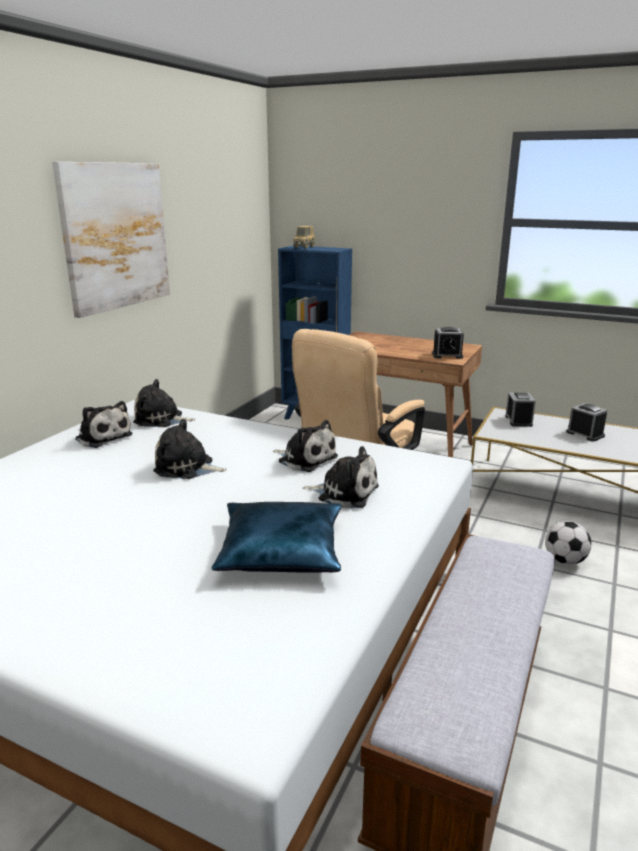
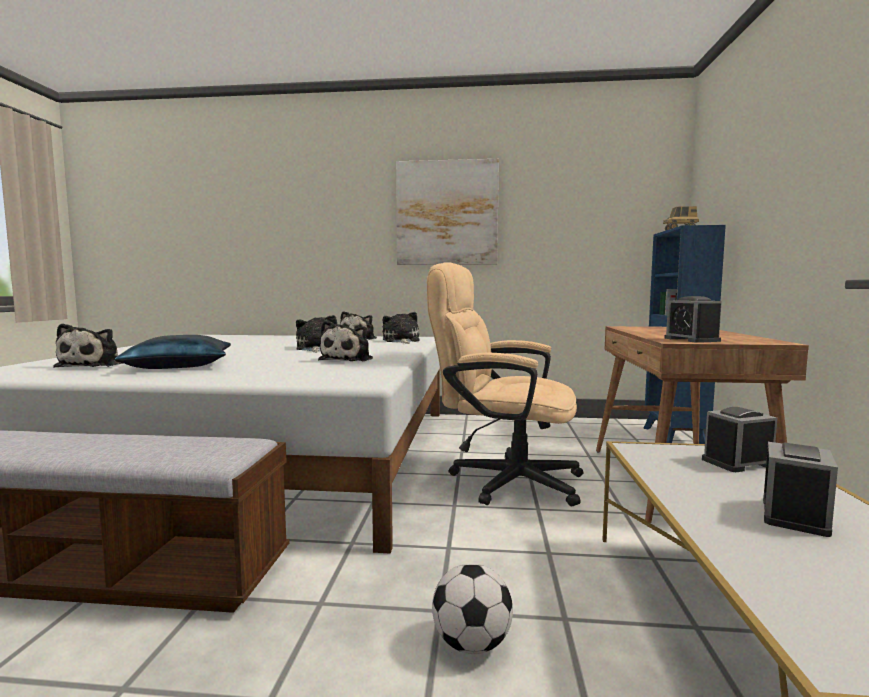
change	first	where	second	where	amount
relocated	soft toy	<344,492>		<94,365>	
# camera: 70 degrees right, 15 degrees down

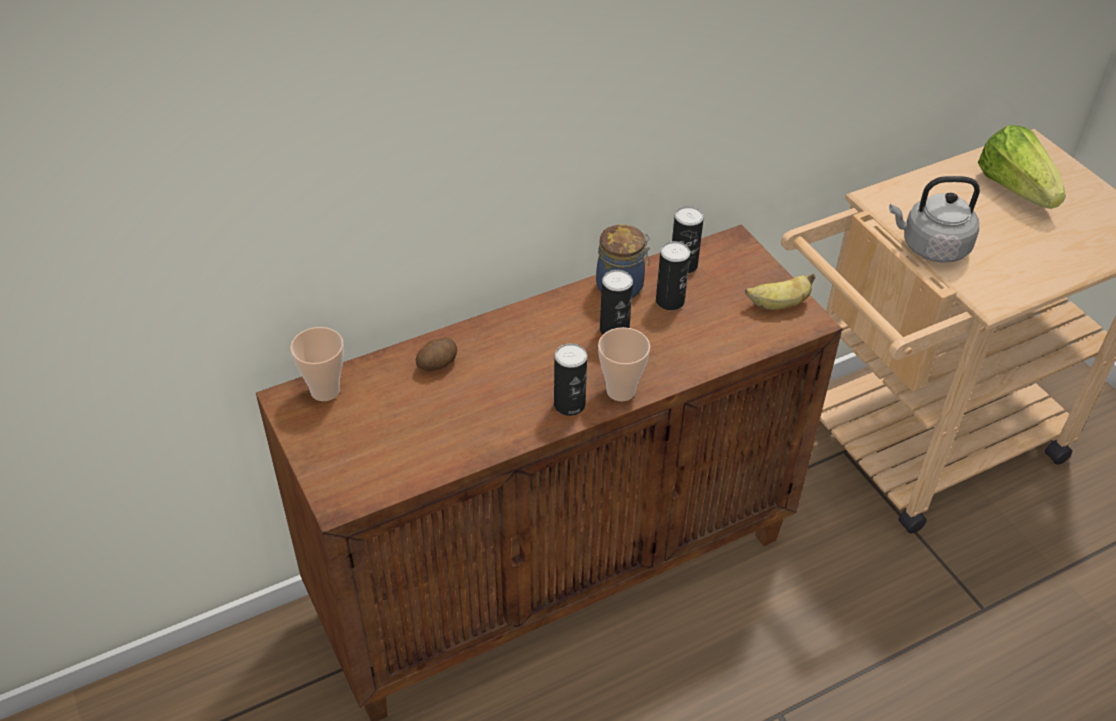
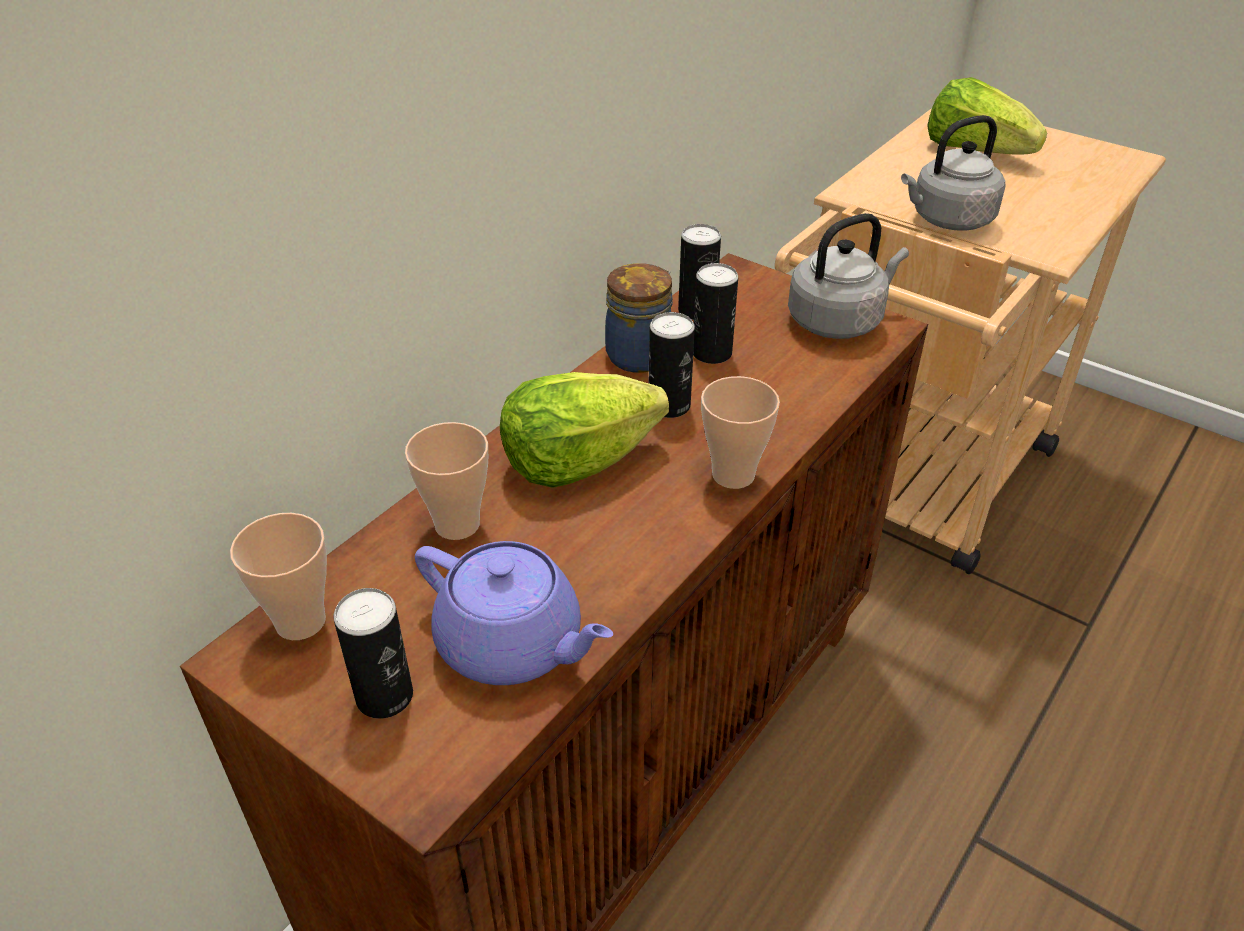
change	first	where	second	where	amount
exchanged	whole banana	<778,305>	tea kettle (greyish)	<838,320>	
exchanged	spud	<438,364>	cup	<457,524>	
relocated	metal can	<569,404>		<384,696>	
appeared			lettuce head	<577,462>	
appeared			tea pot (purplish)	<512,644>	
# camera: 25 degrees left, 5 degrees down

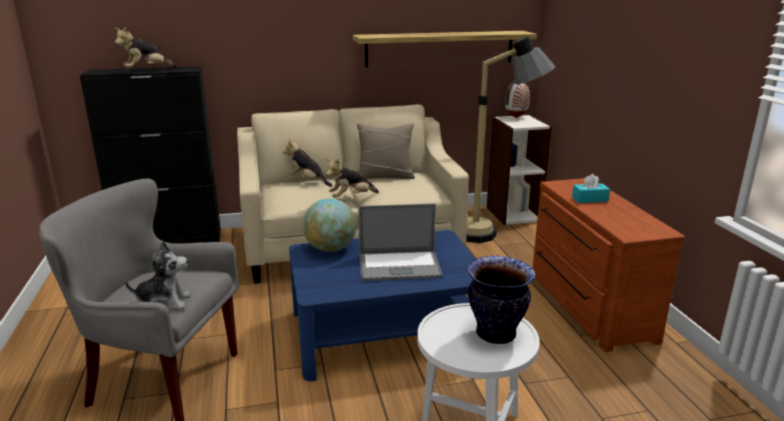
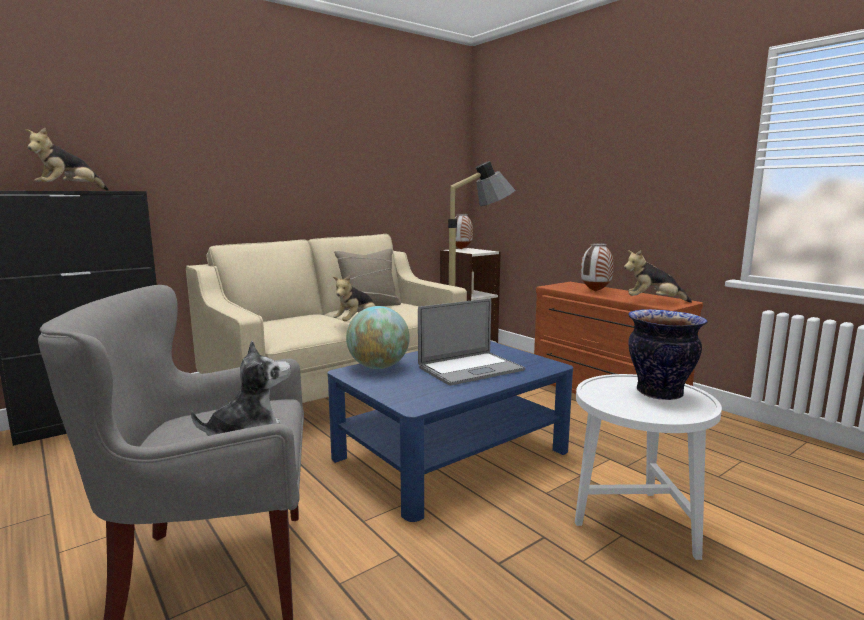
change	first	where	second	where	amount
missing	bracket shelf	<440,48>			
relocated	soft toy	<308,181>		<653,301>	
exchanged	box of tissues (turquoise-coloured)	<589,199>	vase	<595,291>	
# camera: 25 degrees left, 10 degrees down

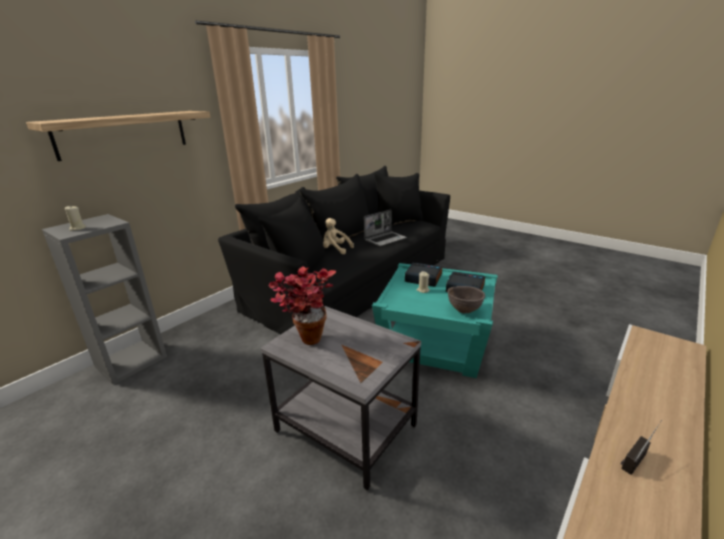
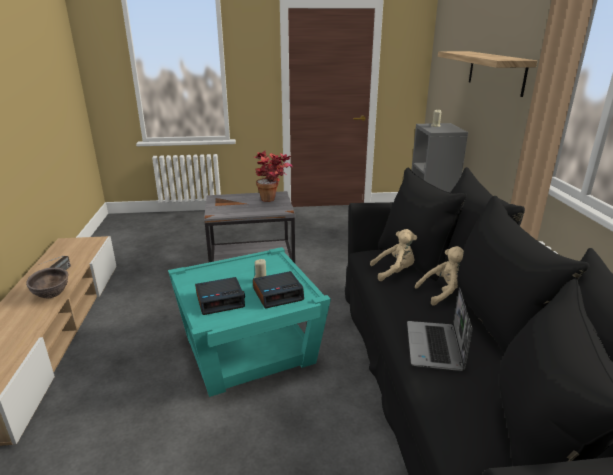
change	first	where	second	where	amount
relocated	deep dish (brown)	<464,311>		<52,296>	
appeared			soft toy (beige)	<394,272>	
# camera: 135 degrees right, 0 degrees up

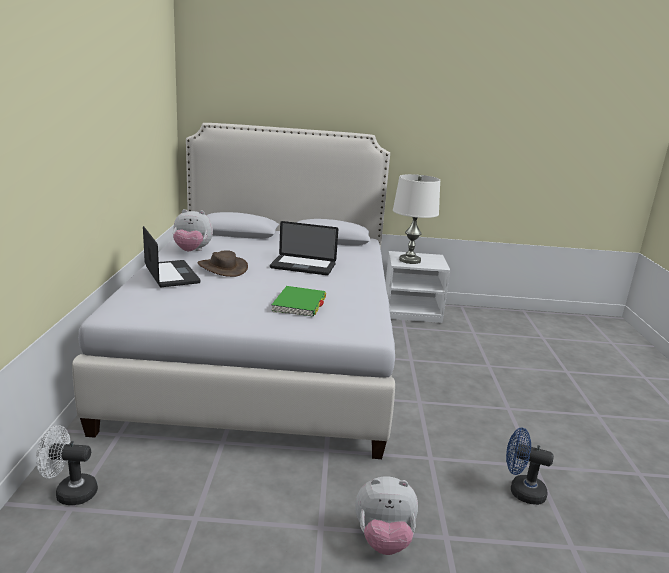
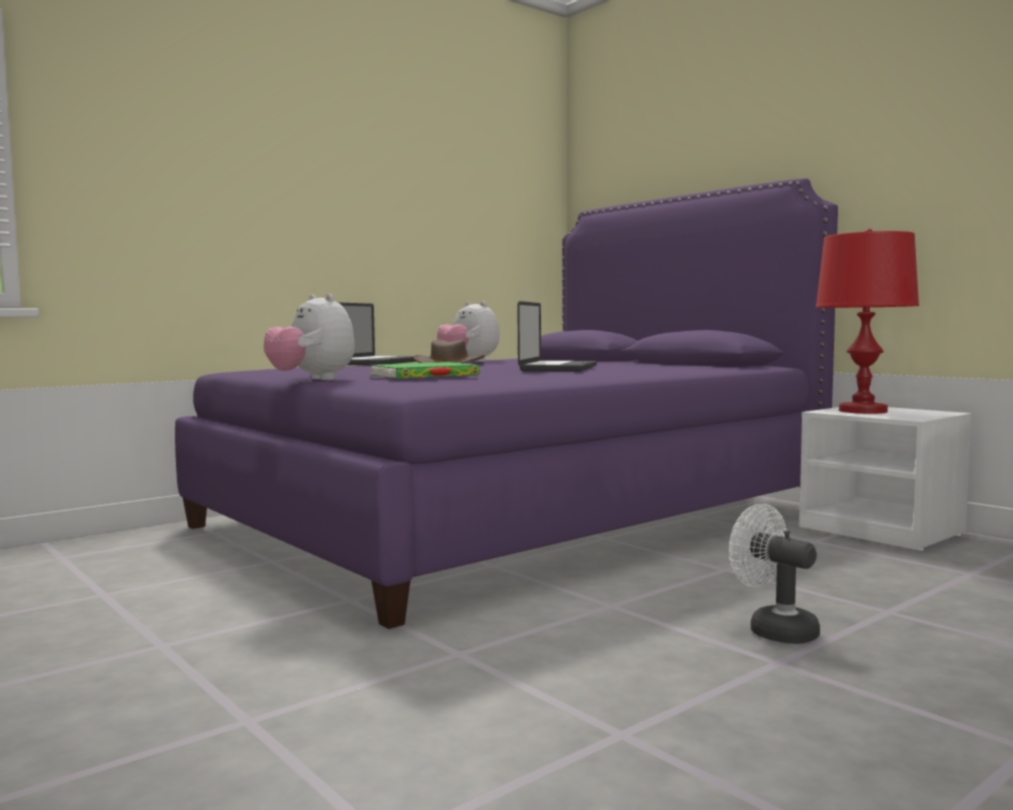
change	first	where	second	where	amount
colour	bed (white-coloured)	<263,351>	bed (purplish)	<514,518>	
colour	table lamp (white-coloured)	<410,260>	table lamp (red)	<863,411>	
spun	notebook computer	<303,266>		<559,368>	135 degrees counterclockwise
relocated	electric fan (white-coloured)	<70,492>		<773,630>	
missing	electric fan (blue-coloured)	<521,491>			
relocated	soft toy	<383,540>		<312,380>	
# camera: 50 degrees right, 15 degrees down

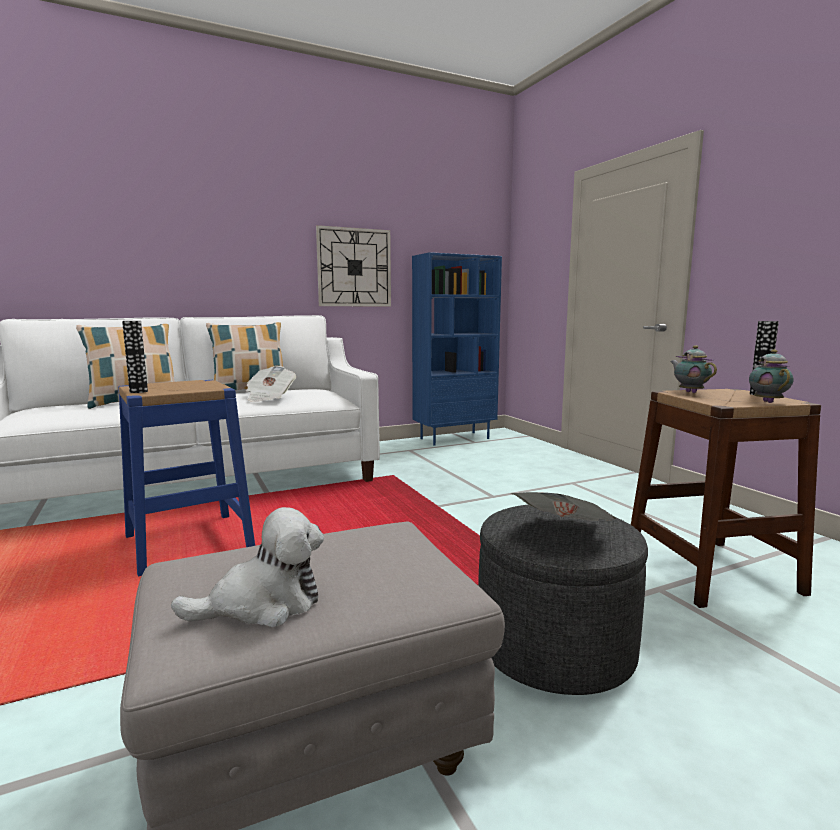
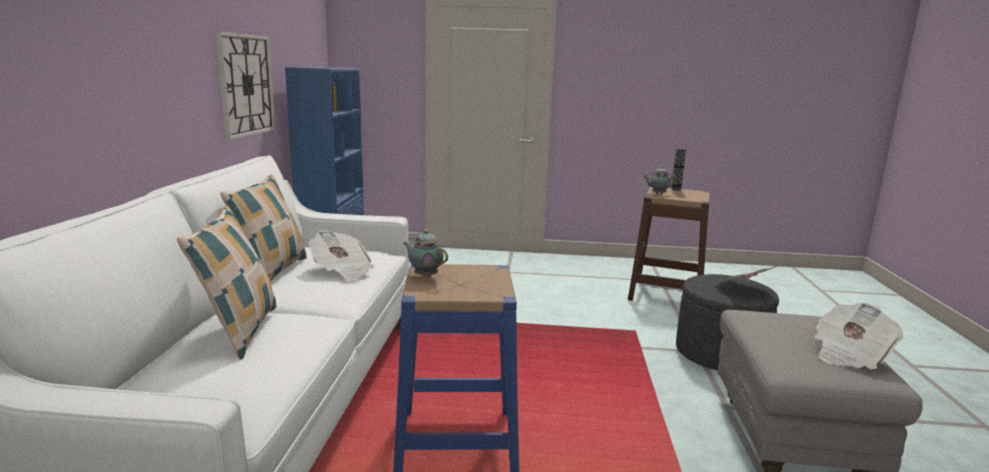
change	first	where	second	where	amount
missing	vase	<138,391>			
relocated	tea pot	<767,401>		<425,276>	
exchanged	soft toy	<263,604>	newspaper	<849,354>	
# camera: 60 degrees left, 5 degrees up

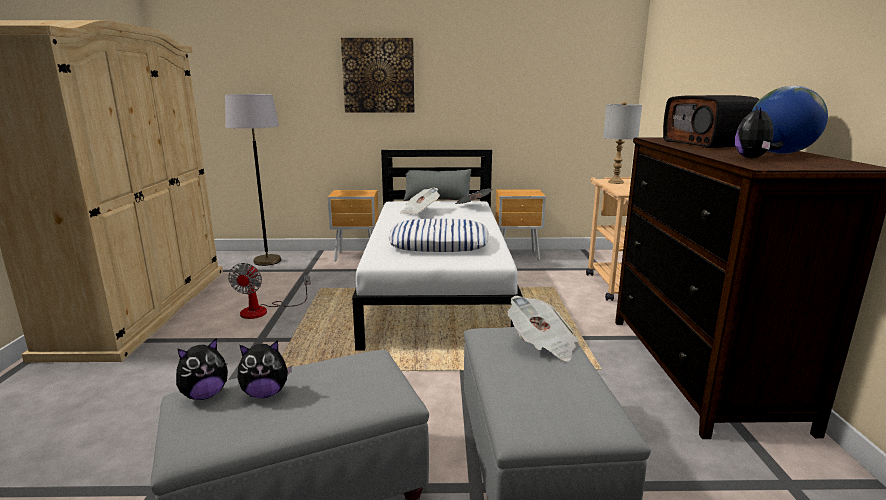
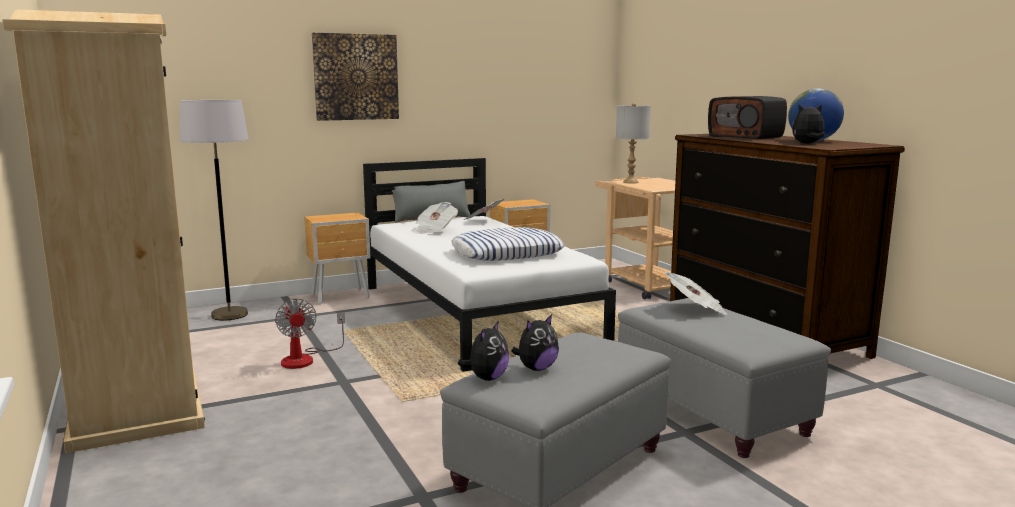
change	first	where	second	where	amount
spun	soft toy	<753,158>		<807,144>	90 degrees clockwise
# camera: 25 degrees left, 5 degrees down

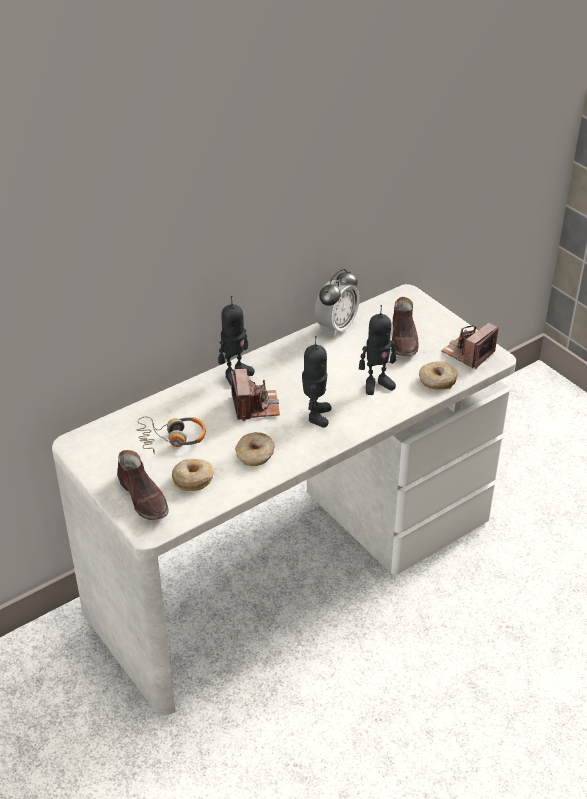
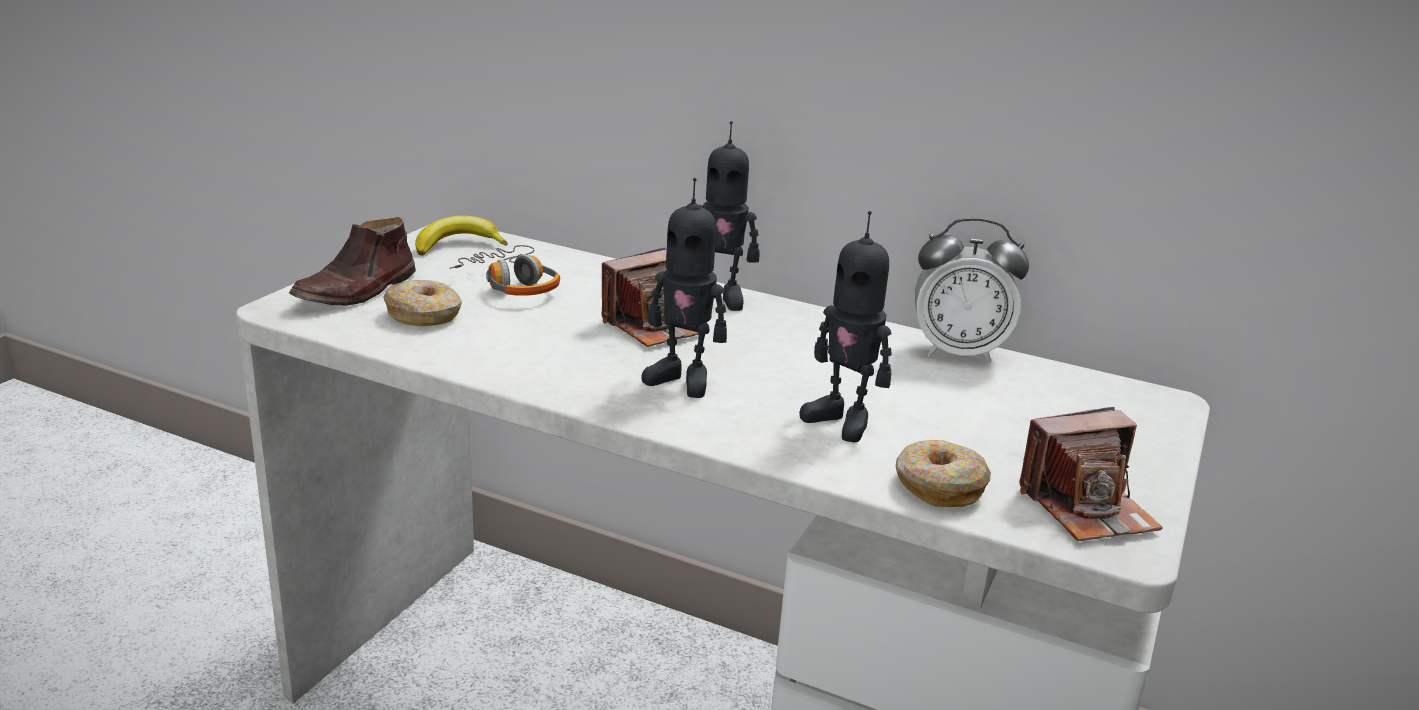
change	first	where	second	where	amount
missing	item of footwear (brown)	<404,340>			
spun	photo camera	<468,353>		<1087,508>	150 degrees clockwise
spun	robot figure	<315,415>		<682,380>	45 degrees clockwise
missing	donut	<255,455>			
appeared			whole banana	<458,245>	
# camera: 60 degrees right, 15 degrees down

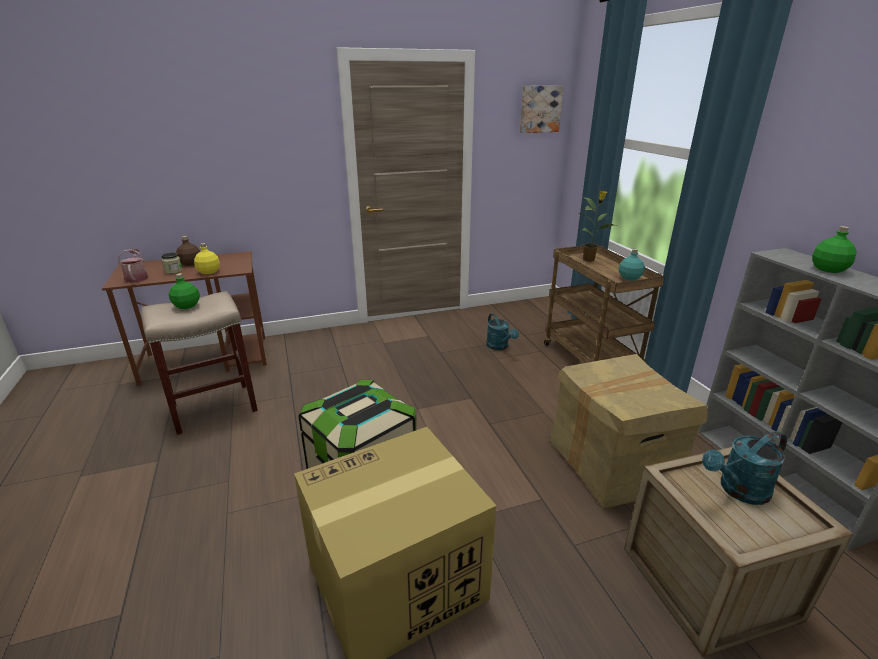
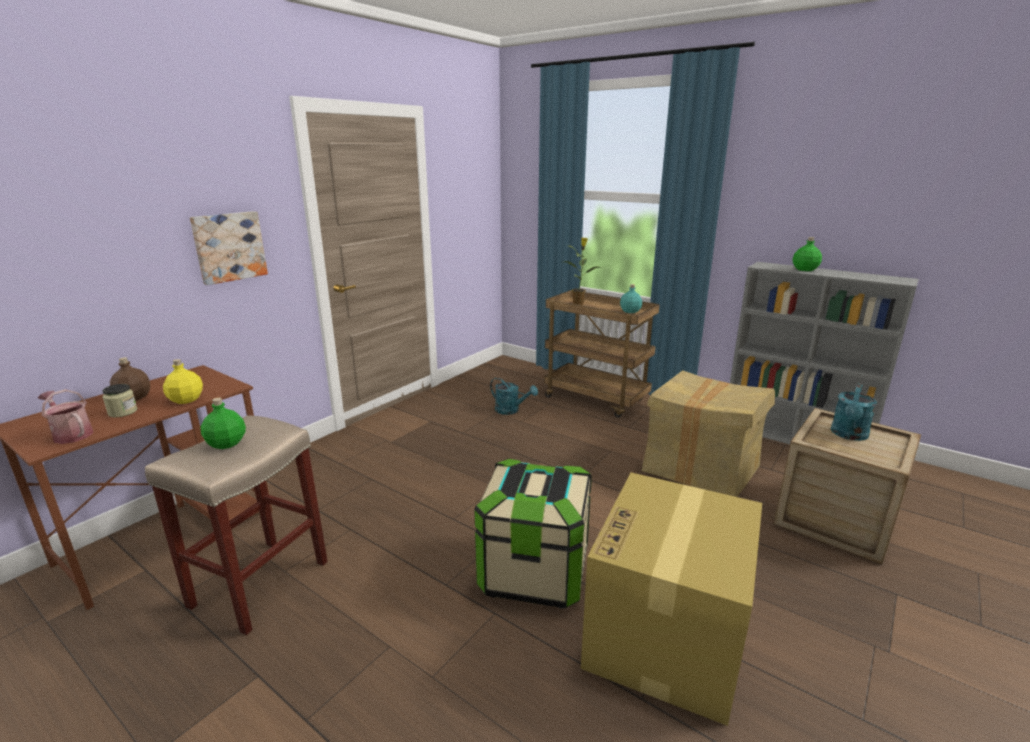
change	first	where	second	where	amount
relocated	wall picture	<540,109>		<228,247>	
# camera: 35 degrees left, 5 degrees down

